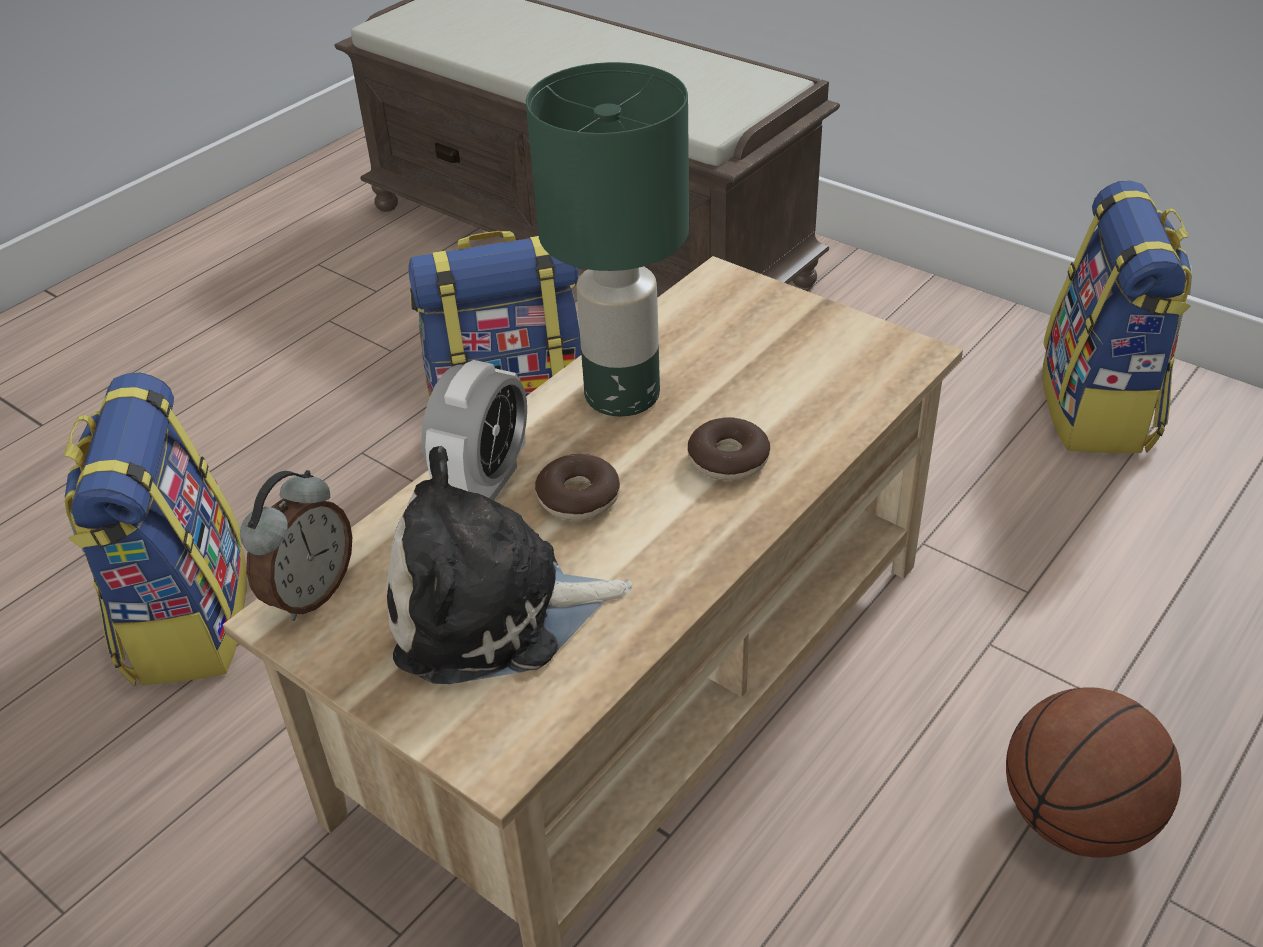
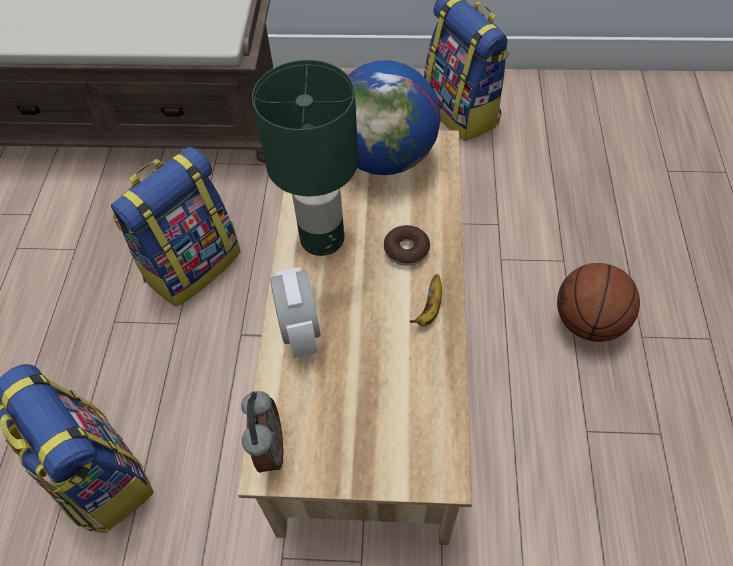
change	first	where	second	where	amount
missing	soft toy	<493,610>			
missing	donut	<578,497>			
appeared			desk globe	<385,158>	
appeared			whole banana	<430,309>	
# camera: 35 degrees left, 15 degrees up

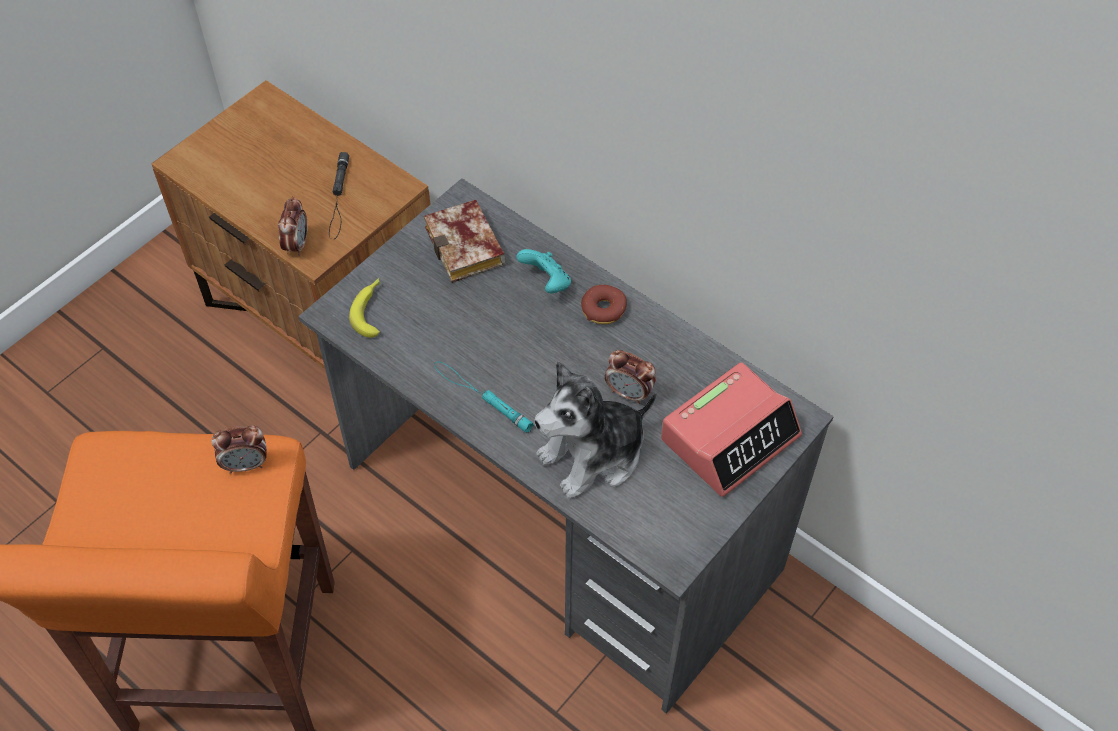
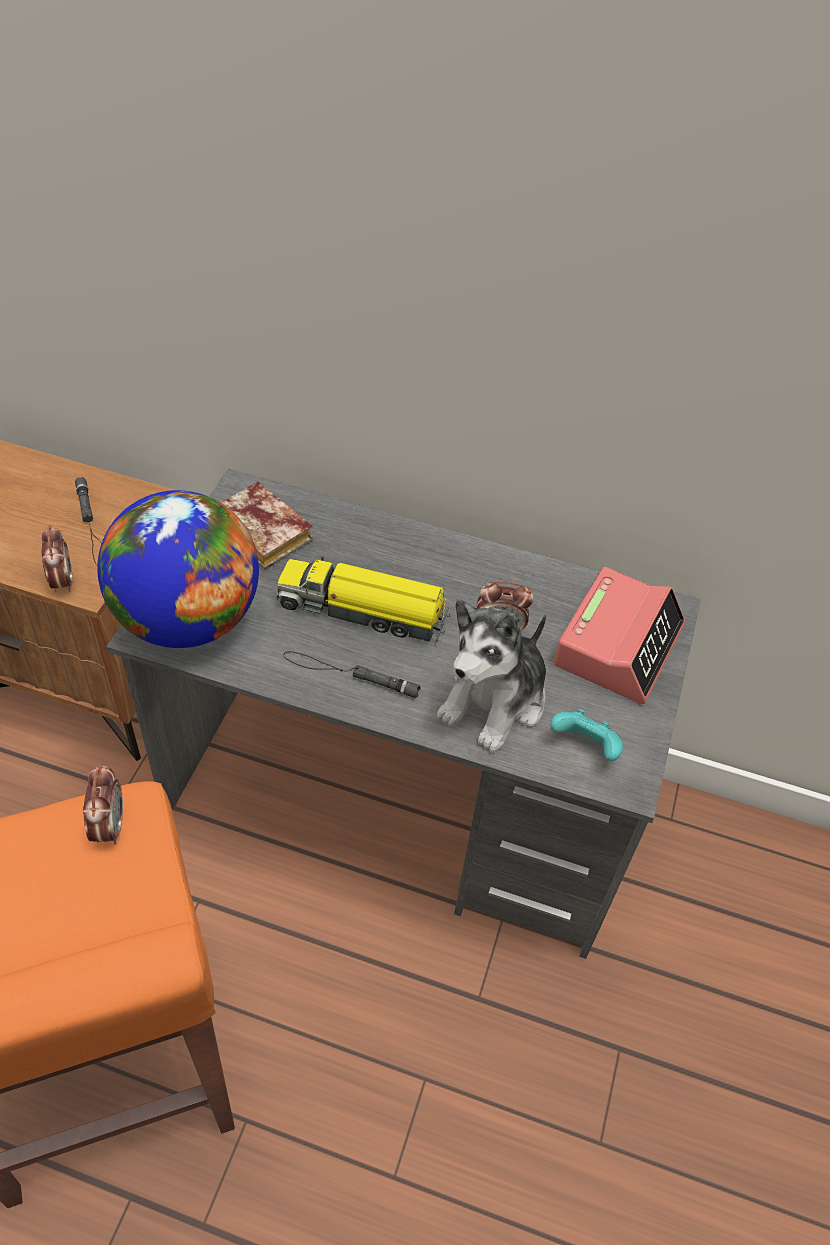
change	first	where	second	where	amount
relocated	gamepad (turquoise-coloured)	<546,283>		<585,746>	
exchanged	whole banana	<371,310>	desk globe	<188,619>	
missing	donut	<603,309>			
colour	flashlight (turquoise-coloured)	<481,396>	flashlight (black)	<350,675>	
spun	table clock	<246,464>		<109,826>	60 degrees counterclockwise
appeared			toy truck	<363,610>	
# camera: 25 degrees left, 5 degrees down

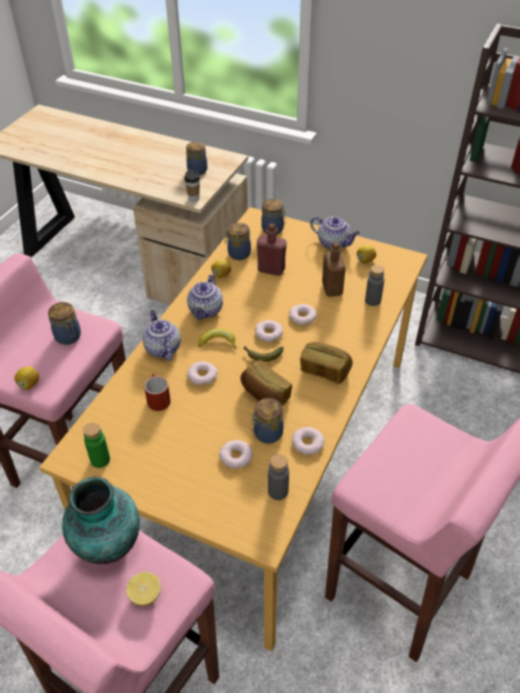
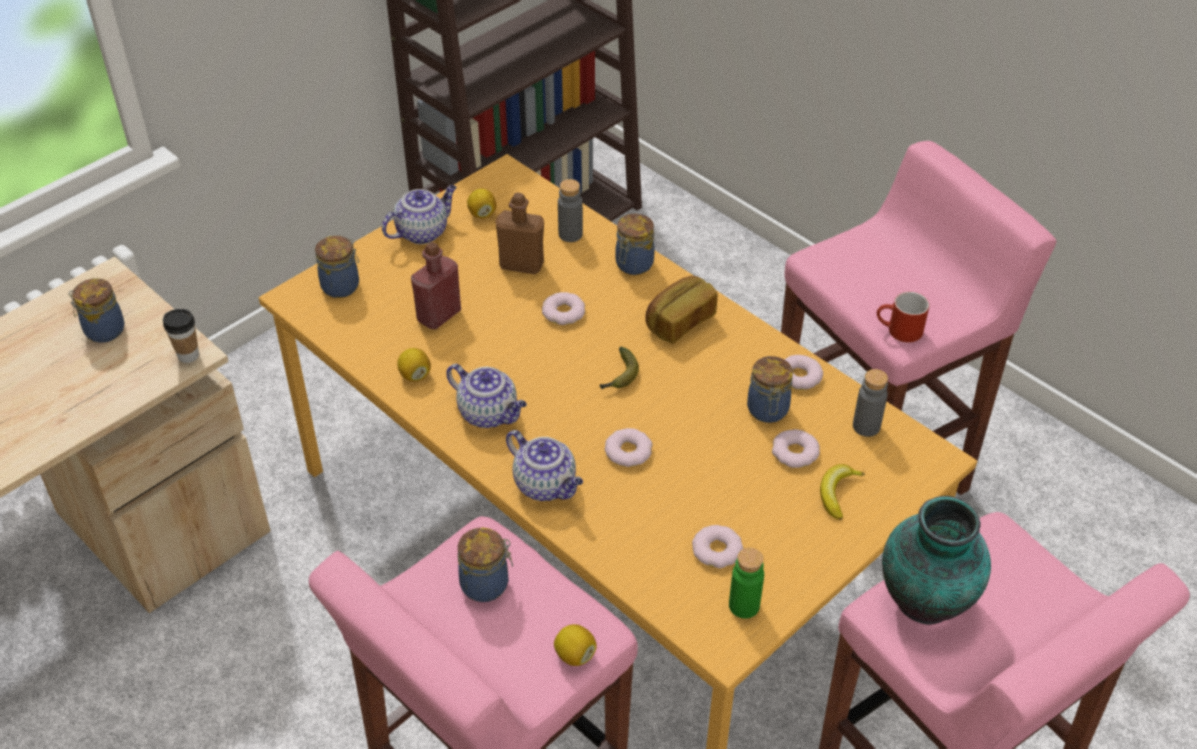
change	first	where	second	where	amount
relocated	preserve jar	<238,253>		<633,265>	
spun	tea pot	<162,348>		<546,485>	135 degrees counterclockwise
relocated	donut	<268,333>		<717,550>	
relocated	whole banana	<218,342>		<837,493>	
missing	bread	<265,395>			
relocated	mug (red)	<157,398>		<898,331>	
missing	lemon	<145,595>			
# camera: 70 degrees left, 0 degrees up

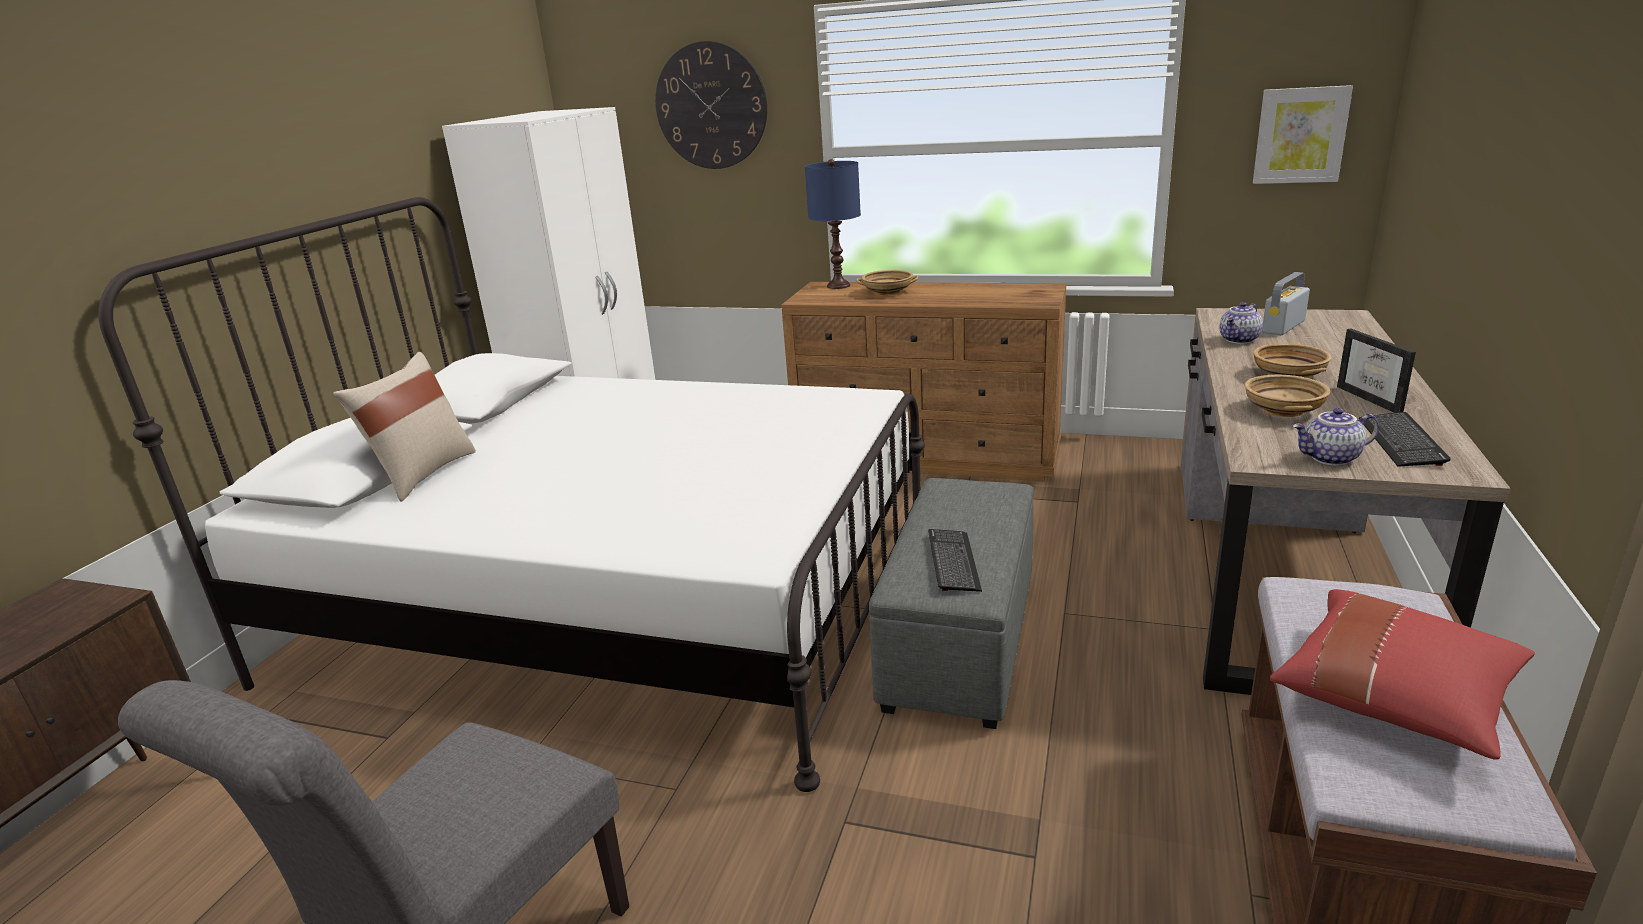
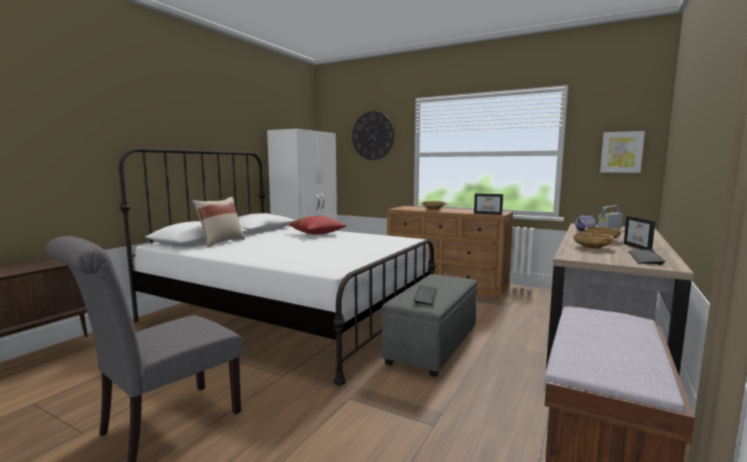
change	first	where	second	where	amount
missing	table lamp (blue-coloured)	<838,286>			
missing	tea pot	<1331,459>			
relocated	cushion (red)	<1395,698>		<318,234>	
appeared			photo frame	<488,213>	
# camera: 10 degrees right, 15 degrees down

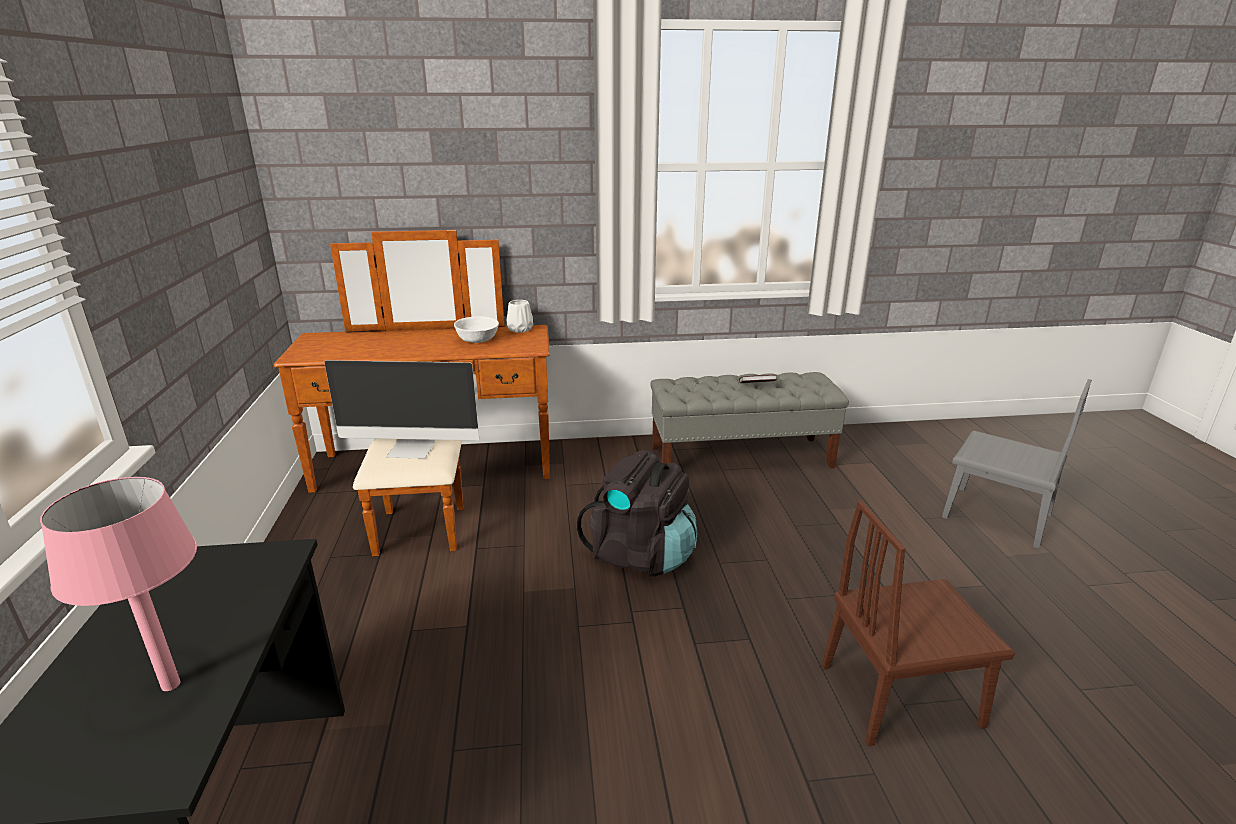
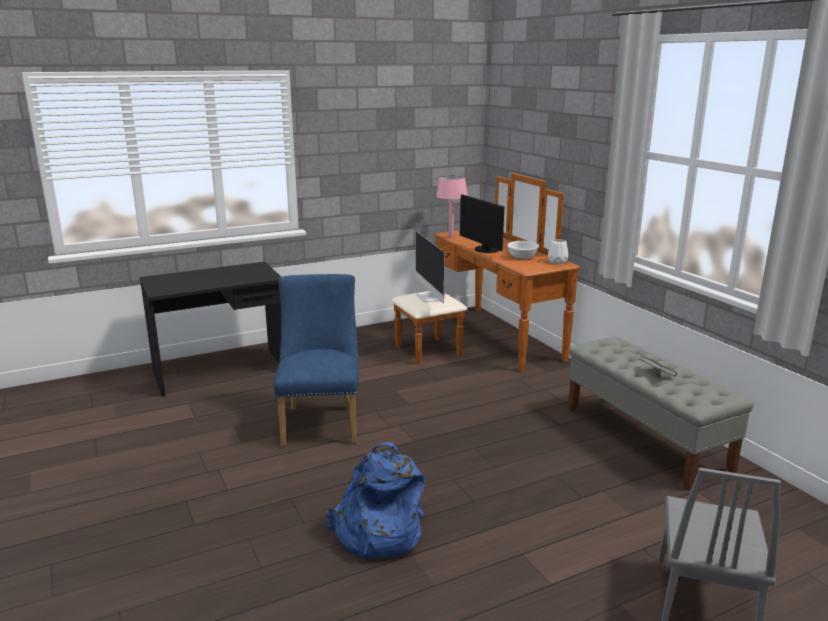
change	first	where	second	where	amount
missing	backpack (black)	<641,554>			
relocated	table lamp (pink)	<171,685>		<451,237>	
exchanged	plain chair (brown)	<900,695>	backpack (blue-coloured)	<376,532>	
appeared			computer display	<484,250>	
appeared			plain chair (blue-coloured)	<321,422>	
# camera: 70 degrees right, 5 degrees down

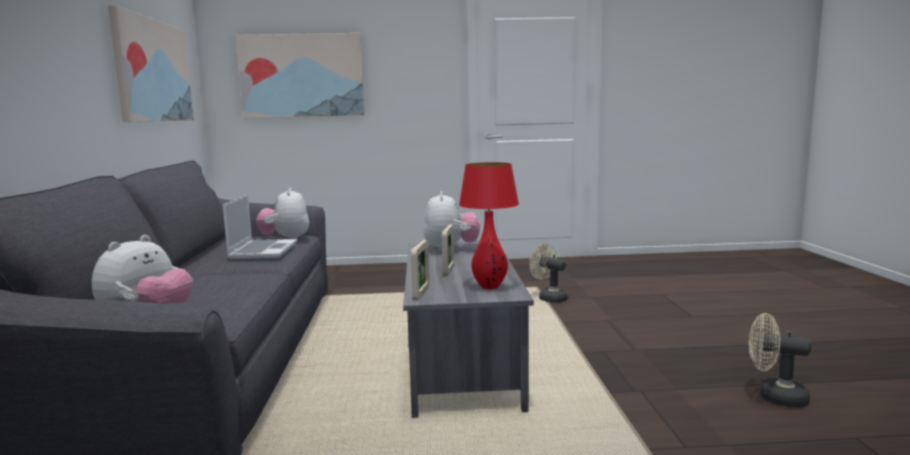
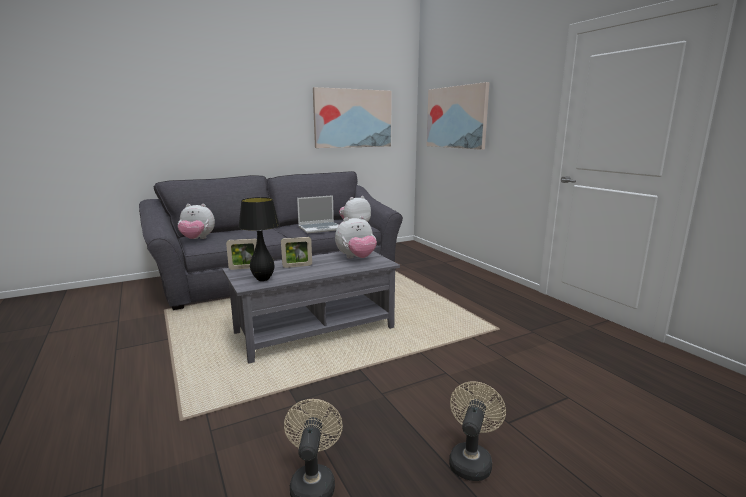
change	first	where	second	where	amount
colour	table lamp (red)	<490,287>	table lamp (black)	<263,279>	
relocated	electric fan (beige)	<549,297>		<471,460>	
# camera: 65 degrees right, 5 degrees up

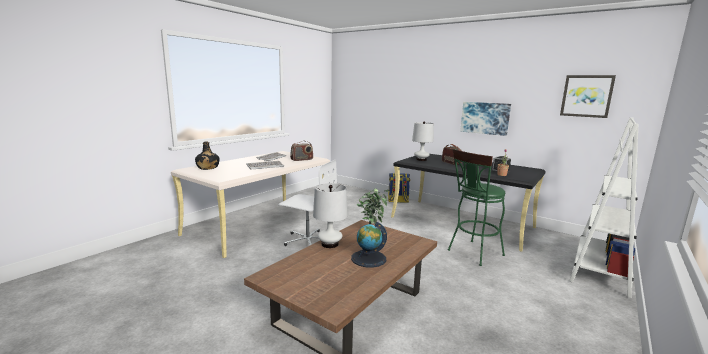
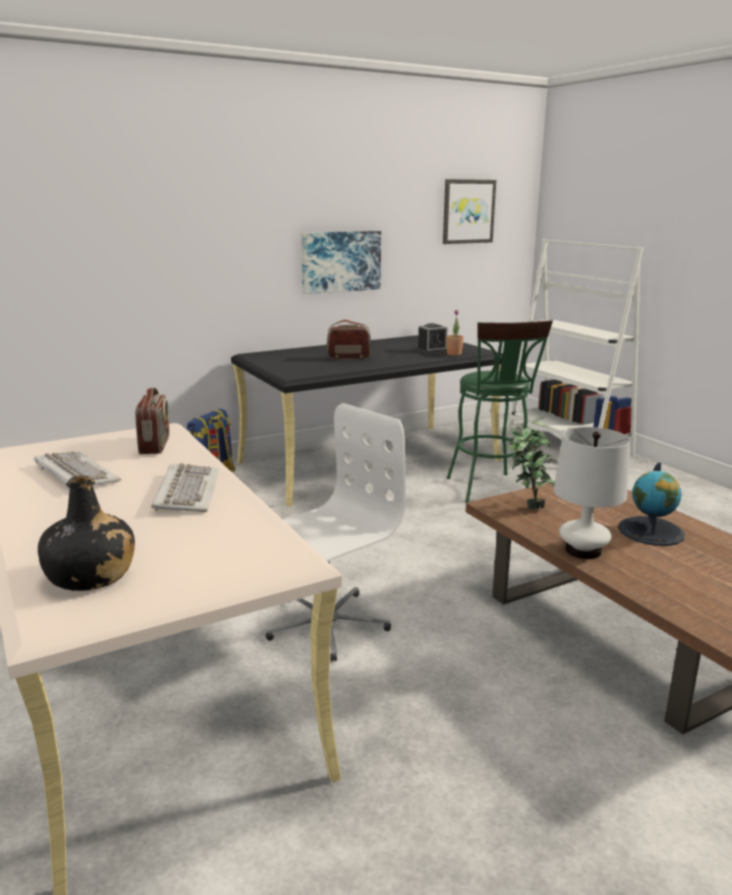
change	first	where	second	where	amount
missing	table lamp (white-coloured)	<421,159>			
# camera: 65 degrees left, 5 degrees up

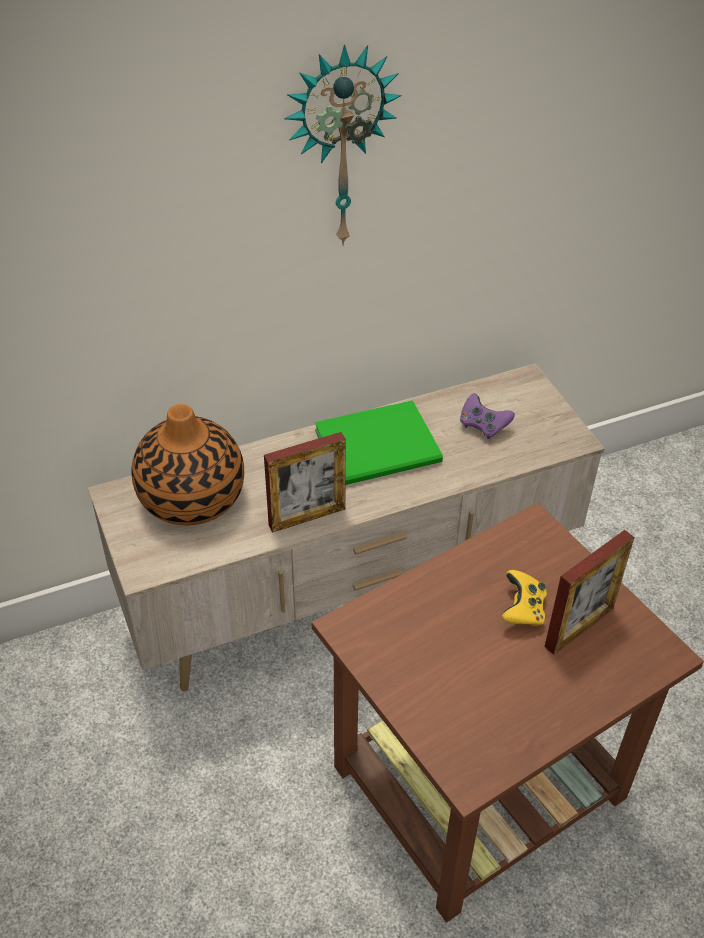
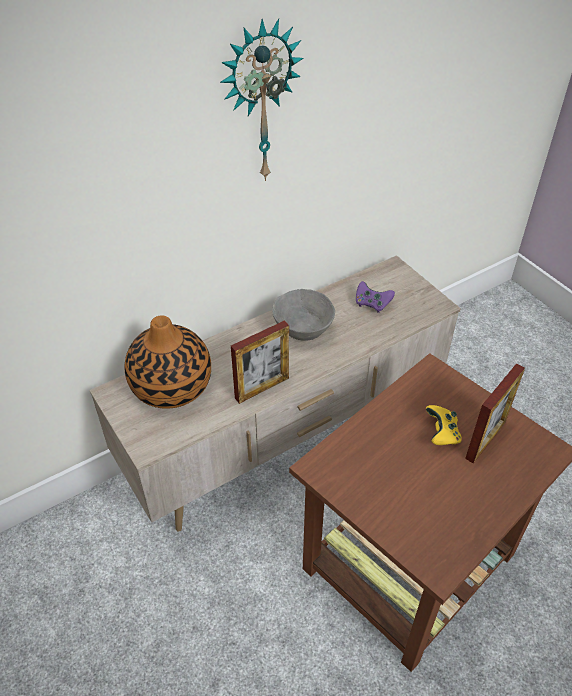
change	first	where	second	where	amount
exchanged	book (green-coloured)	<382,447>	deep dish (greyish)	<304,329>	
# camera: 10 degrees left, 0 degrees up

